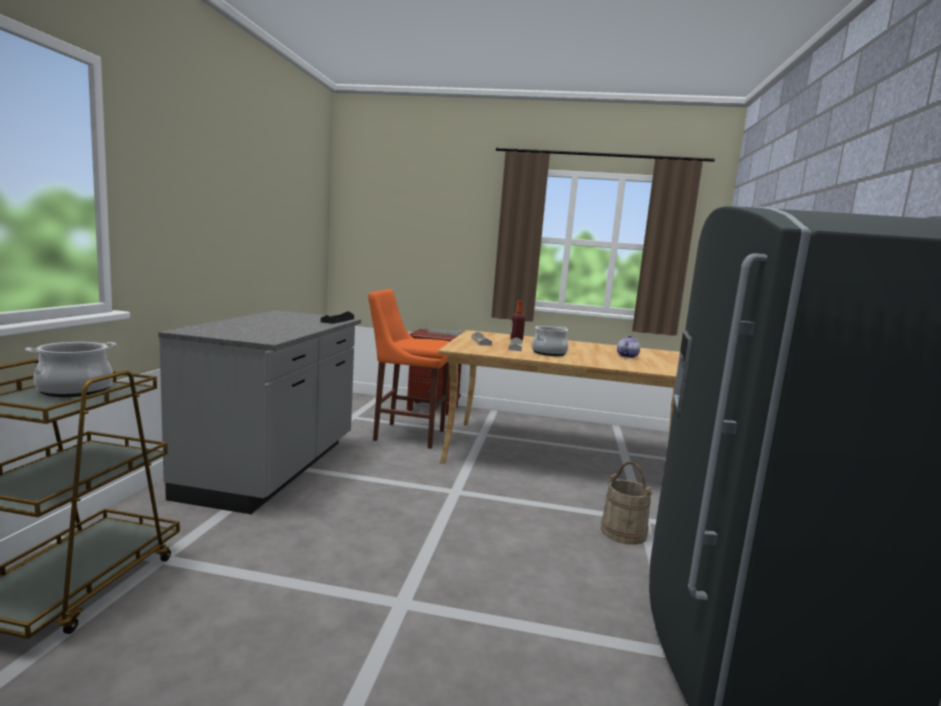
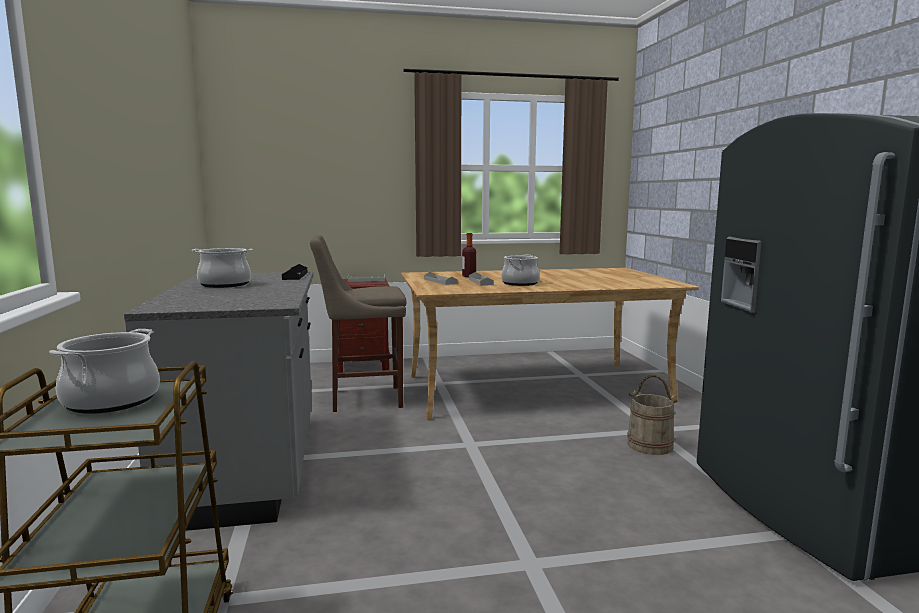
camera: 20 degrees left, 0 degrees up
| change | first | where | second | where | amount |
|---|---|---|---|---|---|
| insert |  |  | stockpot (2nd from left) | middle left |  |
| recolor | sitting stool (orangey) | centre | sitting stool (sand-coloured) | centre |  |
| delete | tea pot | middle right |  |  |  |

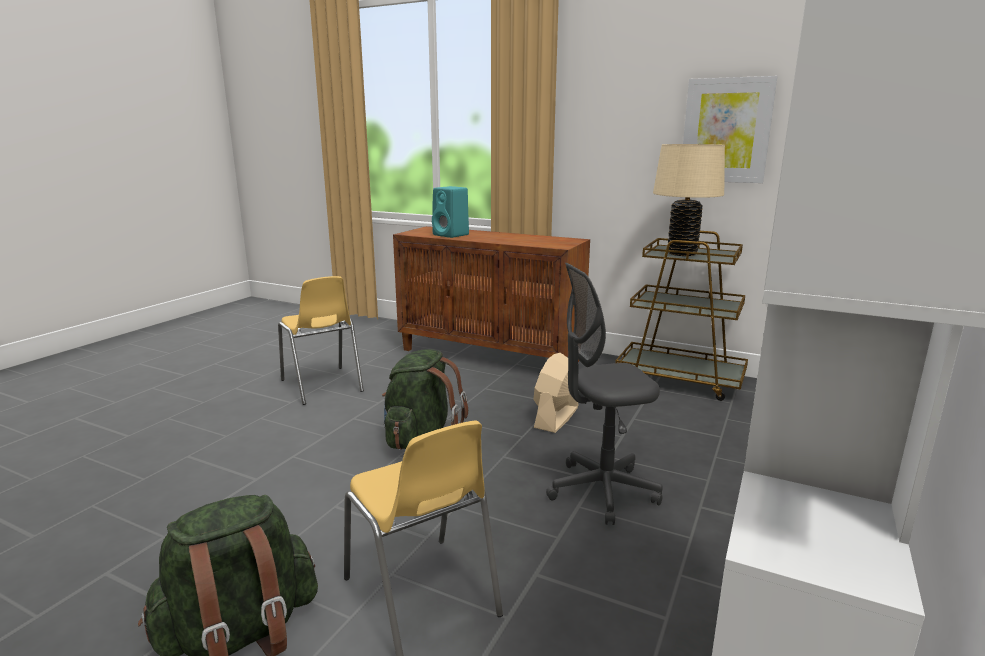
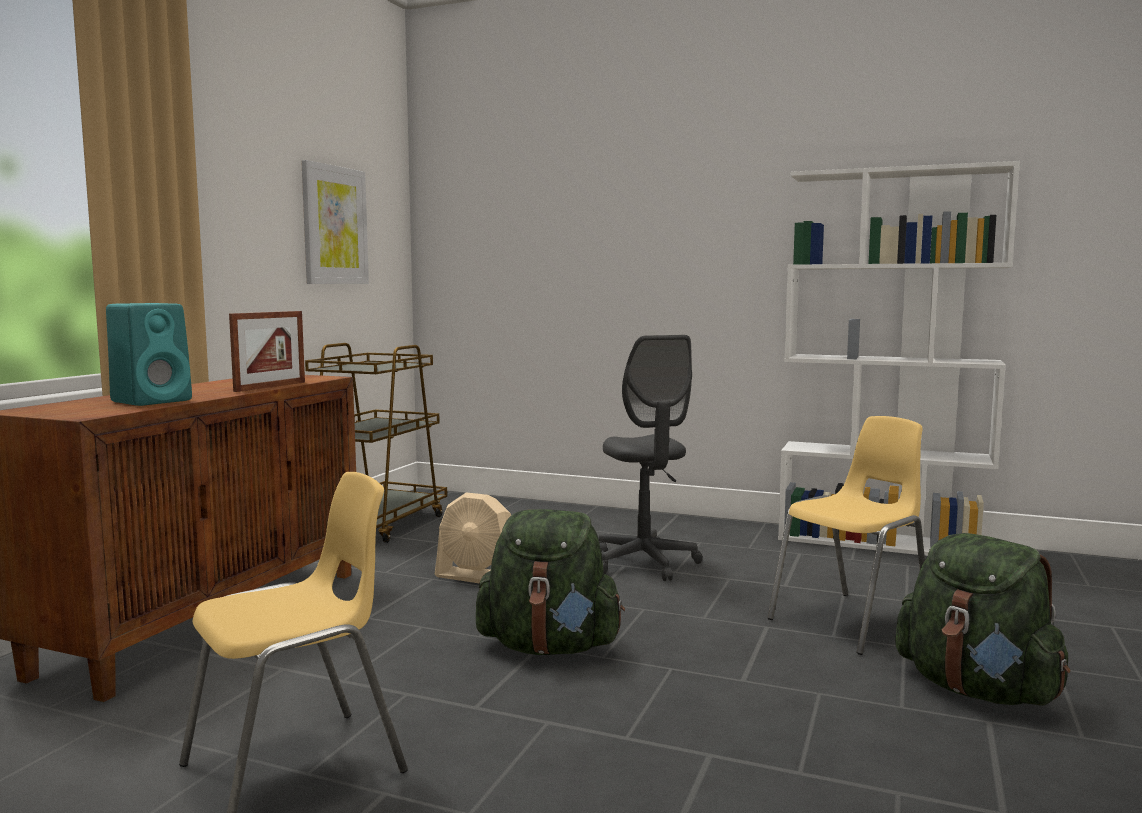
camera: 95 degrees left, 10 degrees down
| change | first | where | second | where | amount |
|---|---|---|---|---|---|
| insert |  |  | picture frame | middle left |  |
| delete | lamp for a table (sand-coloured) | top right |  |  |  |

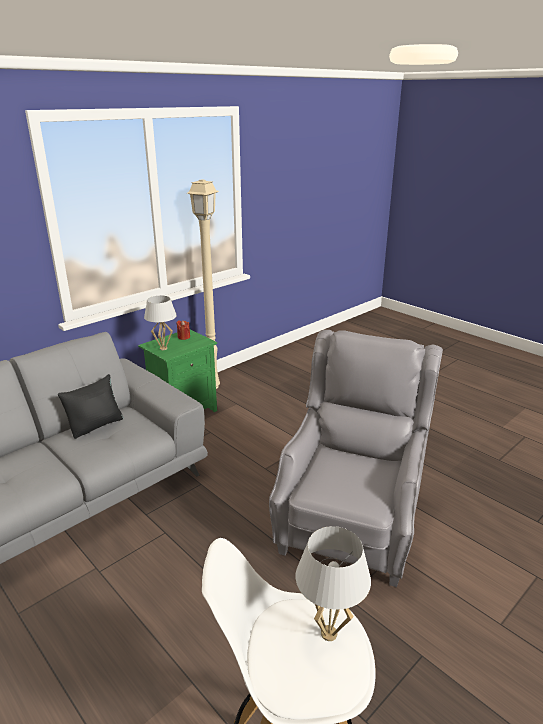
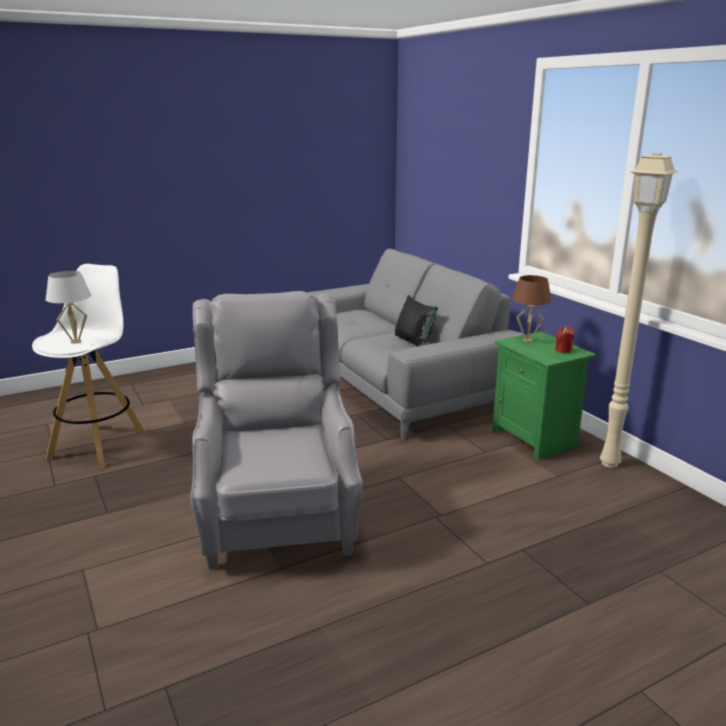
camera: 105 degrees right, 5 degrees down
| change | first | where | second | where | amount |
|---|---|---|---|---|---|
| rotate | lounge chair (greyish) | centre |  | centre | 135 degrees counterclockwise |
| recolor | lamp for a table (white-coloured) (1st from left) | middle left | lamp for a table (brown) | middle right |  |

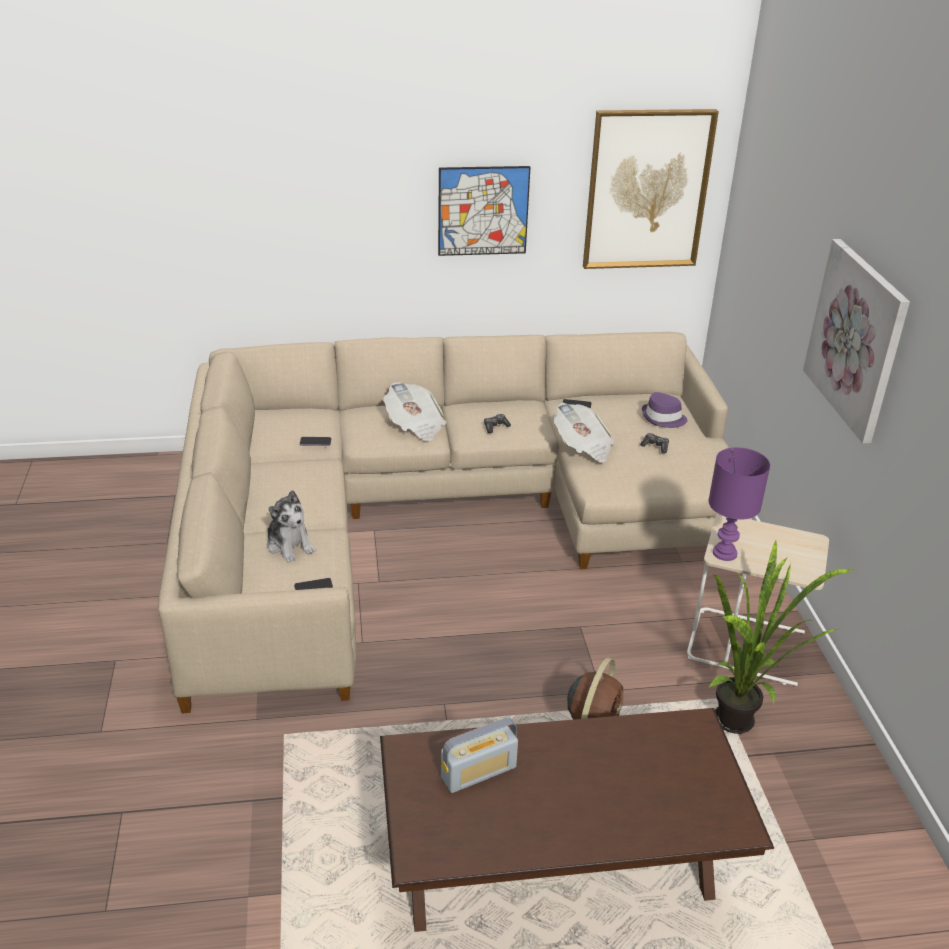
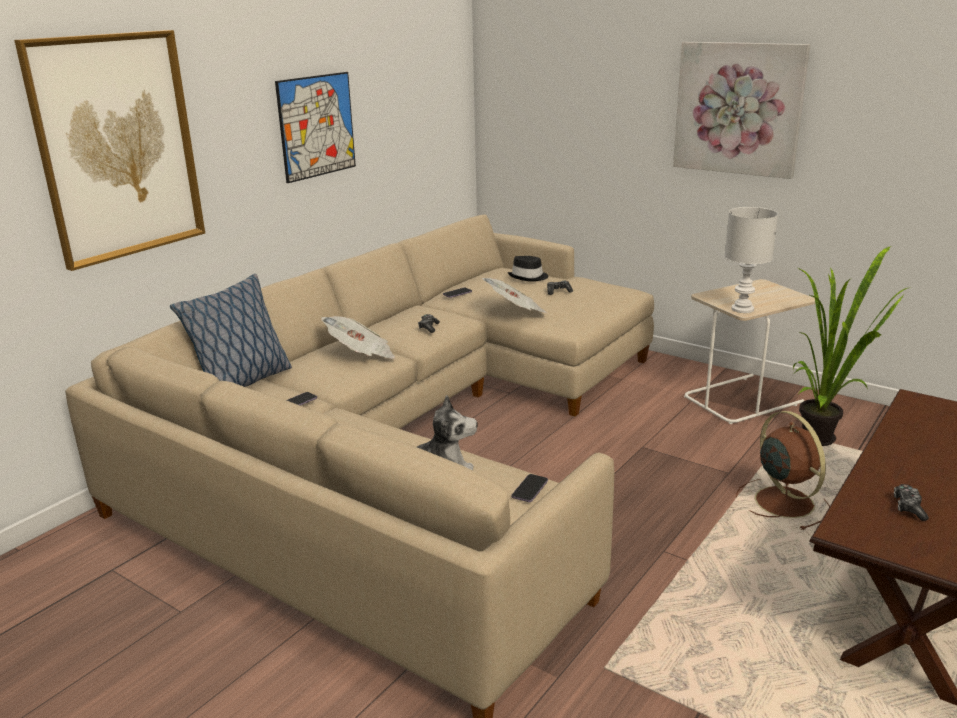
camera: 45 degrees left, 10 degrees down
| change | first | where | second | where | amount |
|---|---|---|---|---|---|
| move | picture (2nd from left in the first image) | top right | picture (1st from left) | top left |  |
| insert |  |  | throw pillow | middle left |  |
| recolor | wearable hat (purple) | middle right | wearable hat (blackish) | centre |  |
| recolor | lamp for a table (purple) | middle right | lamp for a table (white-coloured) | middle right |  |
| replace | radio | bottom centre | gamepad (3rd from left) | bottom right |  |

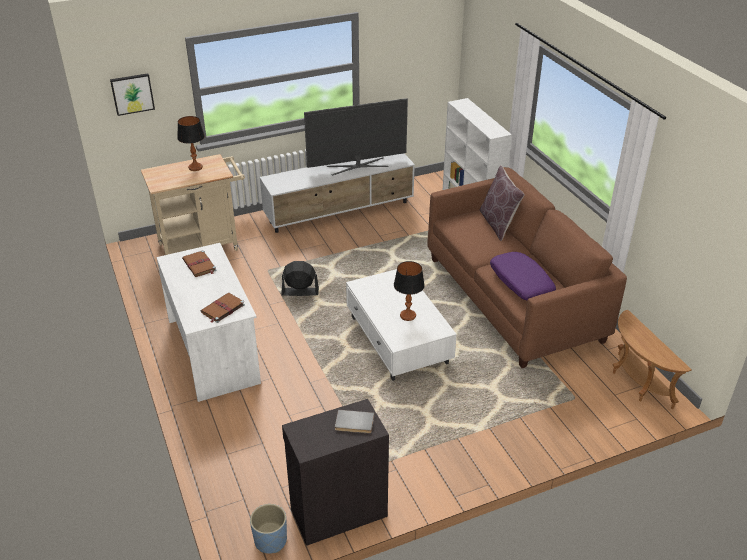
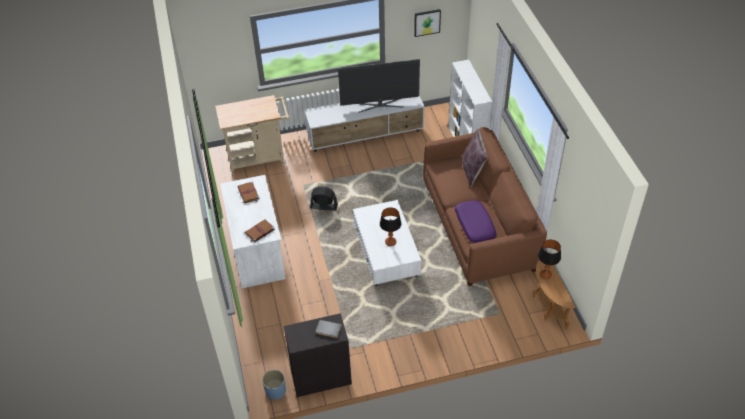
camera: 10 degrees right, 10 degrees up
| change | first | where | second | where | amount |
|---|---|---|---|---|---|
| move | picture | top left |  | top centre |  |
| move | lamp for a table (1st from left in the first image) | top left | lamp for a table (2nd from left) | middle right |  |

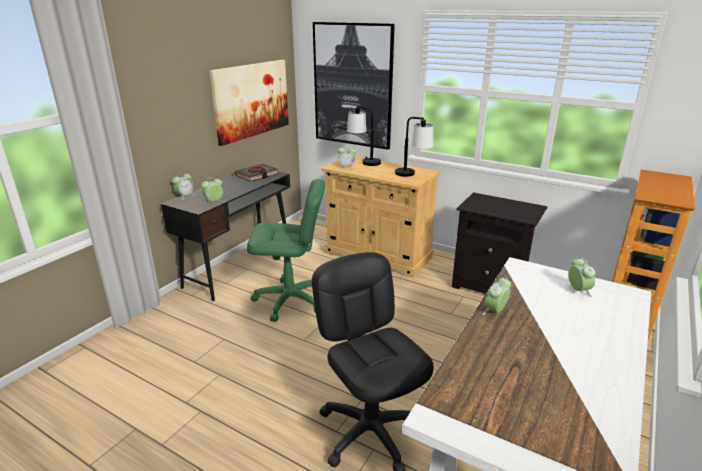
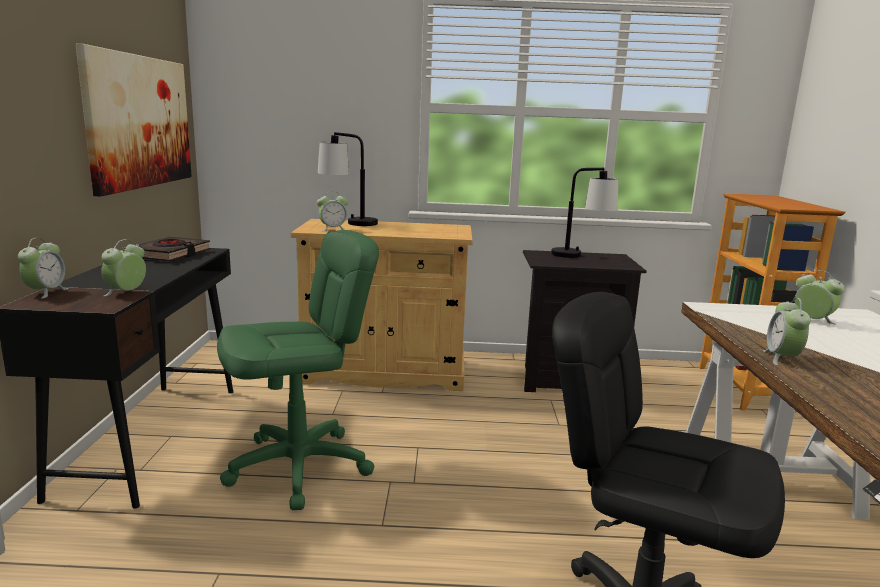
camera: 30 degrees left, 10 degrees down
| change | first | where | second | where | amount |
|---|---|---|---|---|---|
| move | lamp for a table (2nd from left) | top centre |  | centre |  |
| delete | picture (2nd from left) | top centre |  |  |  |

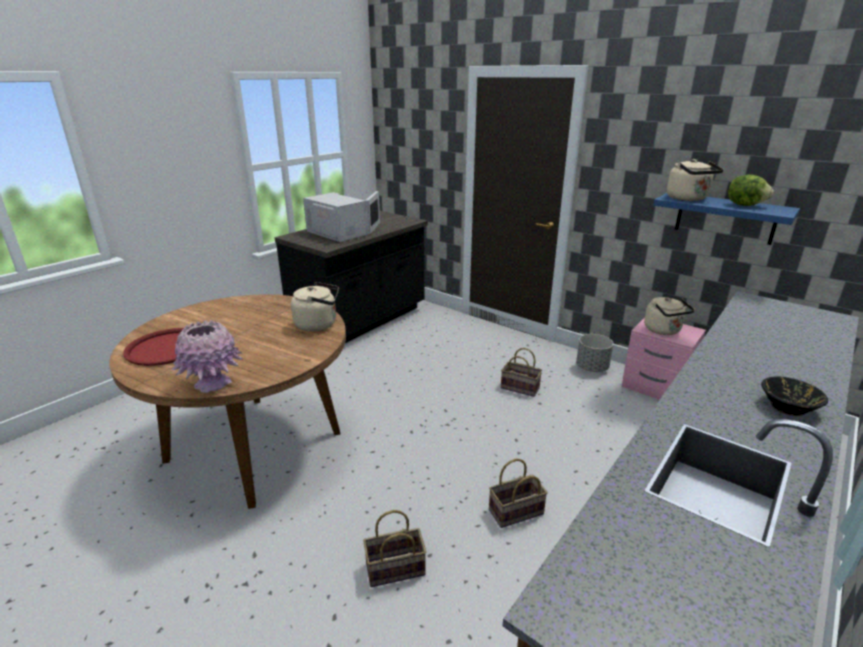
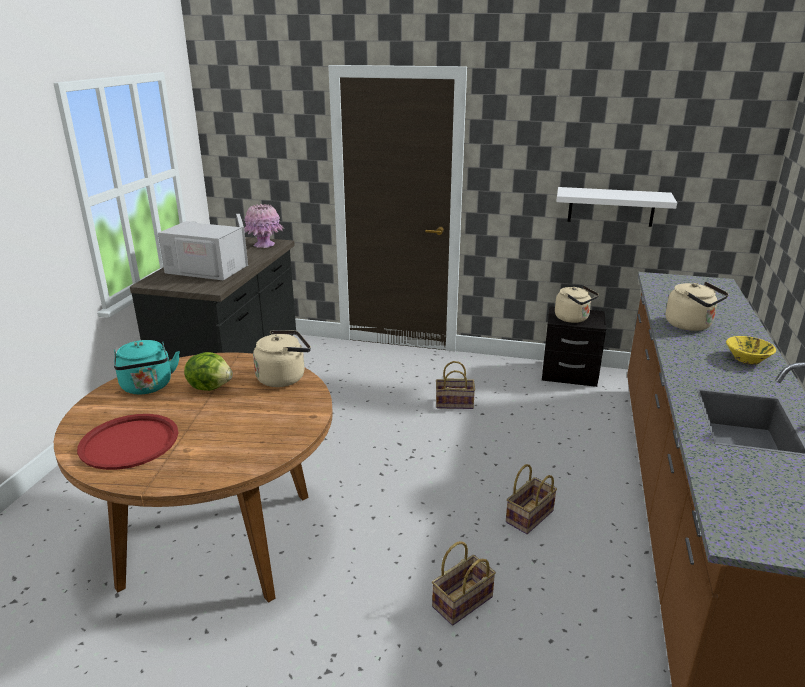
camera: 25 degrees left, 0 degrees up
| change | first | where | second | where | amount |
|---|---|---|---|---|---|
| insert |  |  | water kettle (blue-green) | middle left |  |
| move | lettuce | top right |  | middle left |  |
| move | vase (pink-coloured) | middle left |  | top left |  |
| recolor | bedside table (pink-coloured) | middle right | bedside table (blackish) | middle right |  |
| recolor | shelf (blue-coloured) | middle right | shelf (white-coloured) | top right |  |
| move | water kettle (sand-coloured) (3rd from left) | top right |  | middle right |  |
| recolor | deep dish (blackish) | middle right | deep dish (yellow-coloured) | middle right |  |
| delete | flower pot (greyish) | middle right |  |  |  |

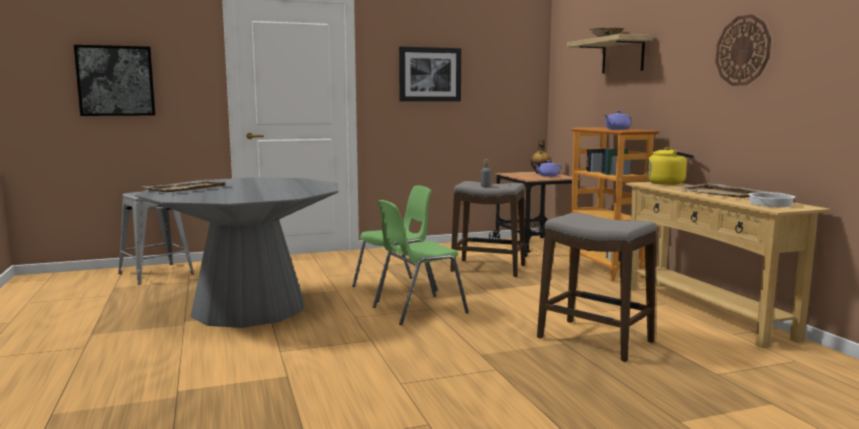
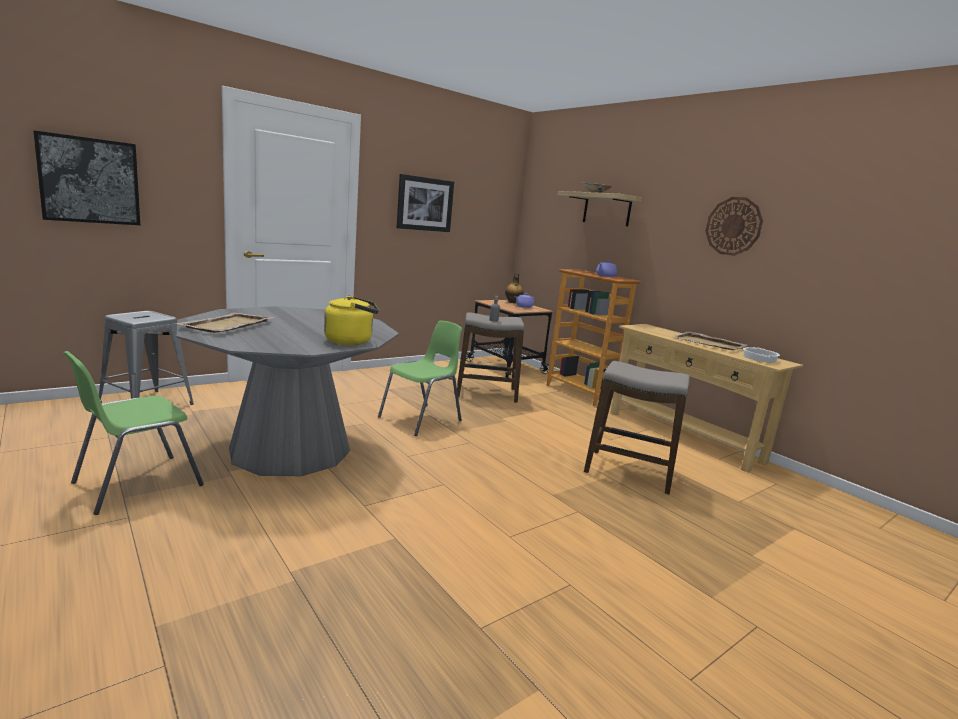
camera: 20 degrees left, 5 degrees up
| change | first | where | second | where | amount |
|---|---|---|---|---|---|
| move | plain chair (greenish) (2nd from left in the first image) | centre | plain chair (greenish) (1st from left) | middle left |  |
| move | water kettle (yellow-coloured) | middle right |  | centre |  |

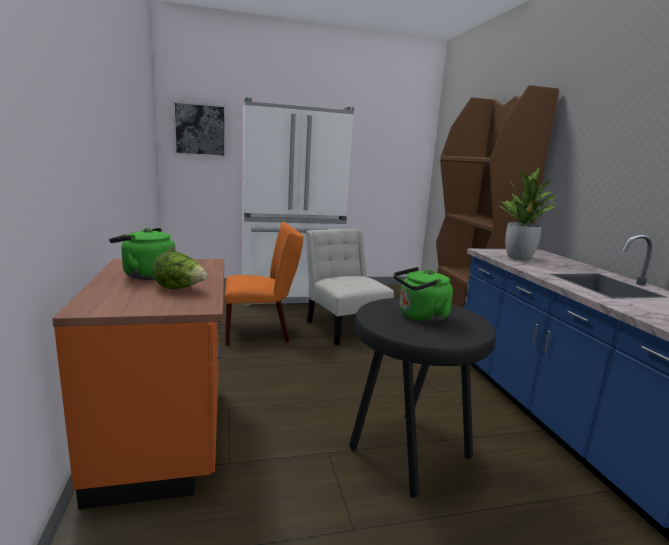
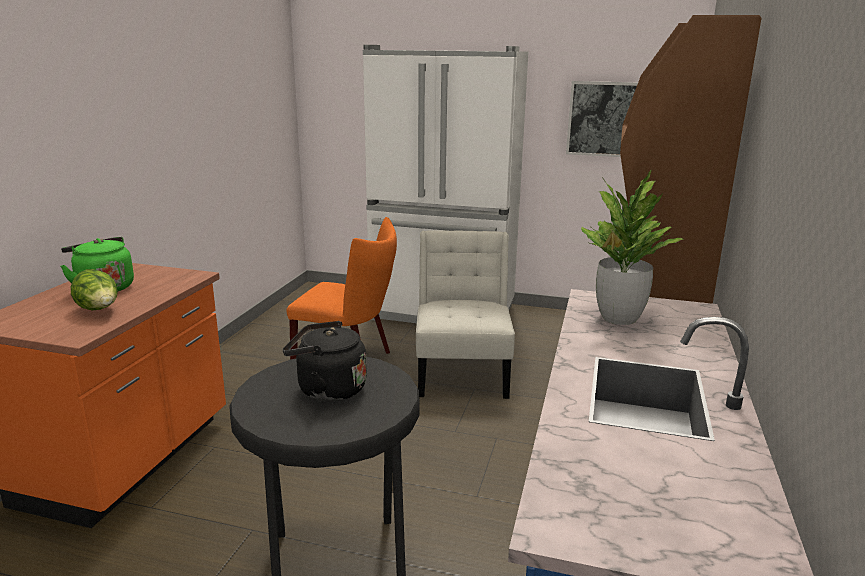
camera: 30 degrees right, 5 degrees up
| change | first | where | second | where | amount |
|---|---|---|---|---|---|
| recolor | water kettle (greenish) (2nd from left) | centre | water kettle (blackish) | centre |  |
| move | picture | top left |  | top right |  |

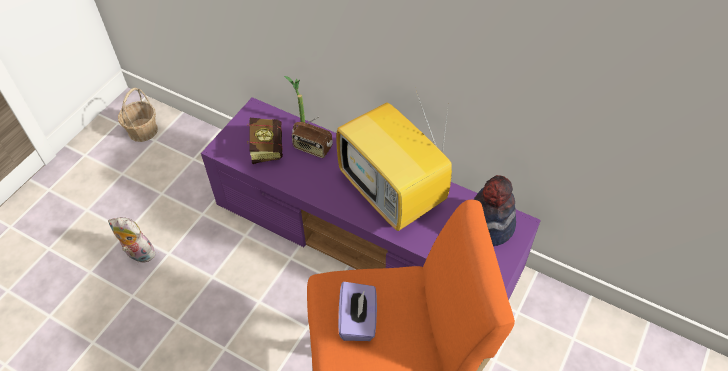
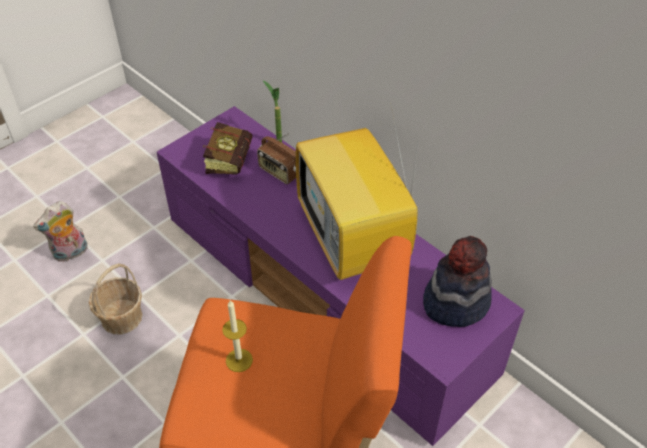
camera: 15 degrees right, 5 degrees down
| change | first | where | second | where | amount |
|---|---|---|---|---|---|
| rotate | plush toy | middle left |  | middle left | 75 degrees counterclockwise |
| move | storage basket | top left |  | middle left |  |
| replace | box of tissues (purple) | bottom centre | wax light | bottom centre |  |

